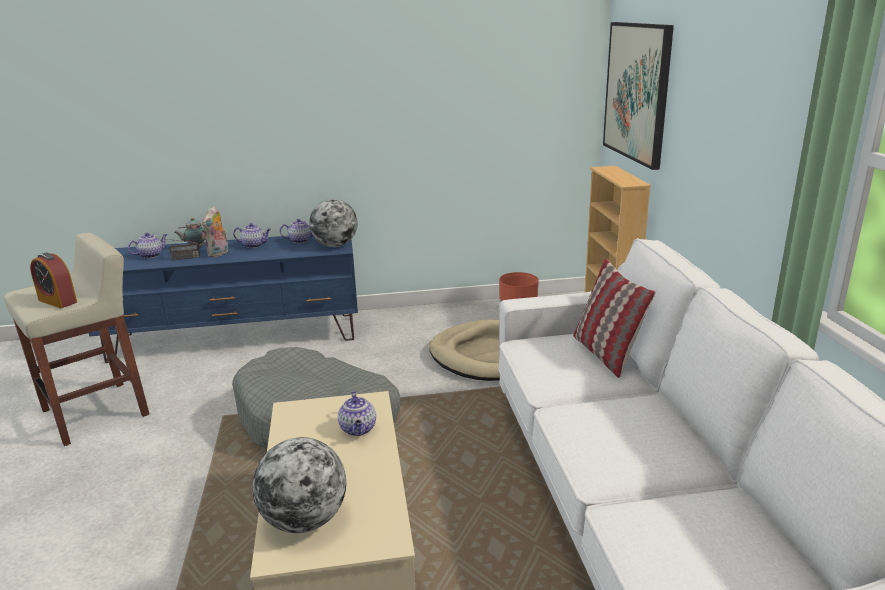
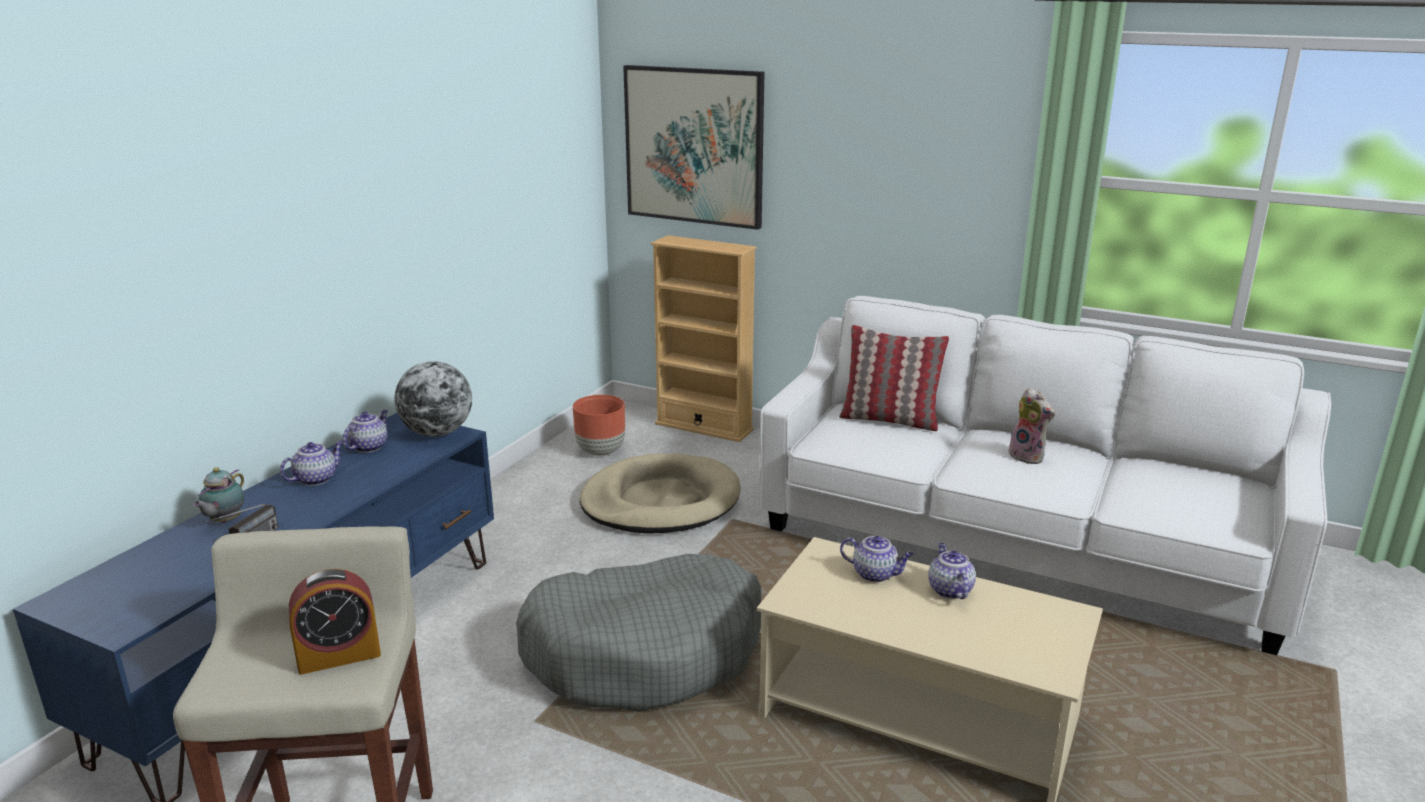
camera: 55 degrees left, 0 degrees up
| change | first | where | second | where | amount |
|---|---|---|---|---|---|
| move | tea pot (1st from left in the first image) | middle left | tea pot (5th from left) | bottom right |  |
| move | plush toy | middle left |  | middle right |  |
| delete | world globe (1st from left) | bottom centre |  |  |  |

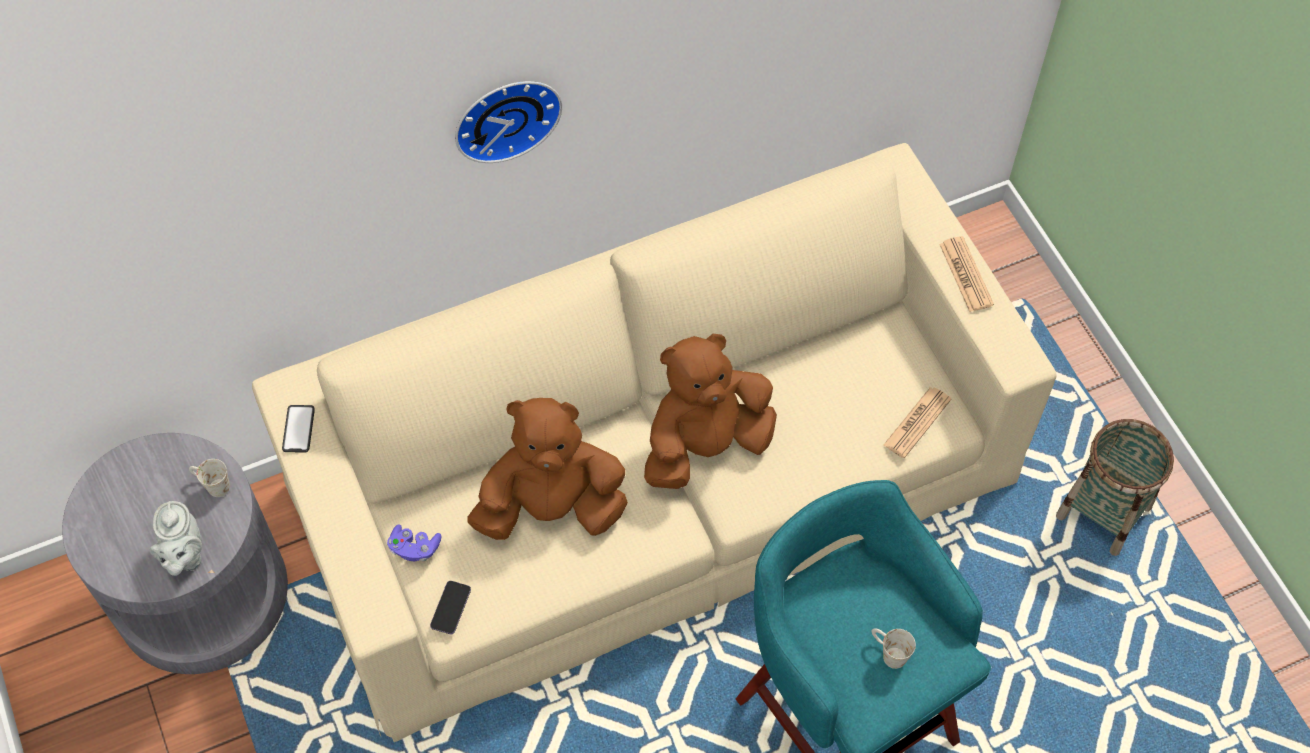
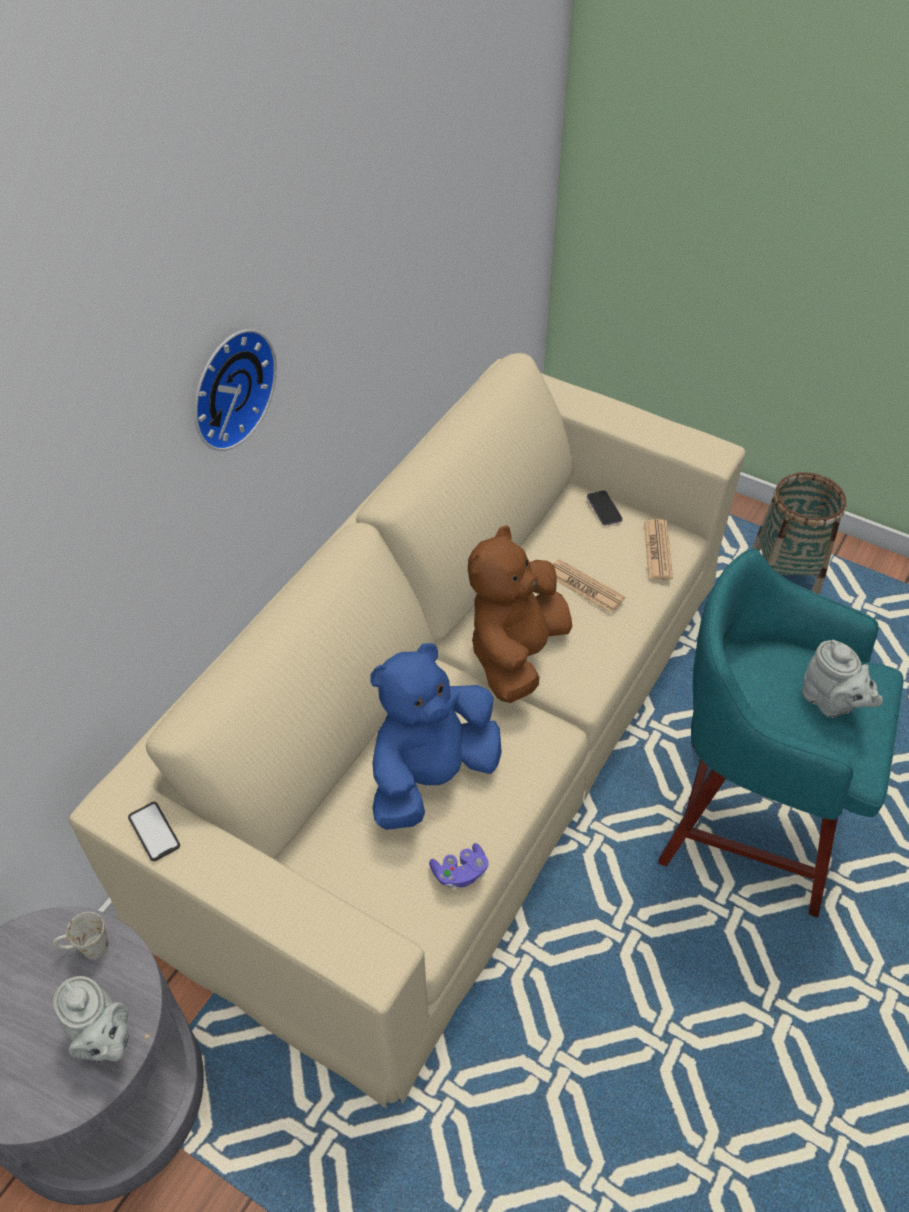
camera: 35 degrees left, 10 degrees down
| change | first | where | second | where | amount |
|---|---|---|---|---|---|
| recolor | plush toy (brown) (1st from left) | centre | plush toy (blue-coloured) | centre |  |
| move | gamepad (purple) | bottom left |  | bottom centre |  |
| move | daily paper (2nd from left in the first image) | middle right | daily paper (1st from left) | centre |  |
| move | phone (2nd from left) | bottom centre |  | centre |  |
| replace | tea mug (white-coloured) (2nd from left) | bottom right | tea pot (greyish) (2nd from left) | middle right |  |

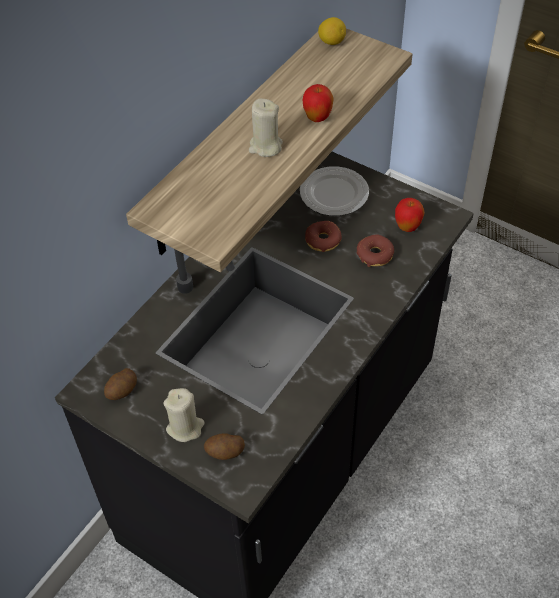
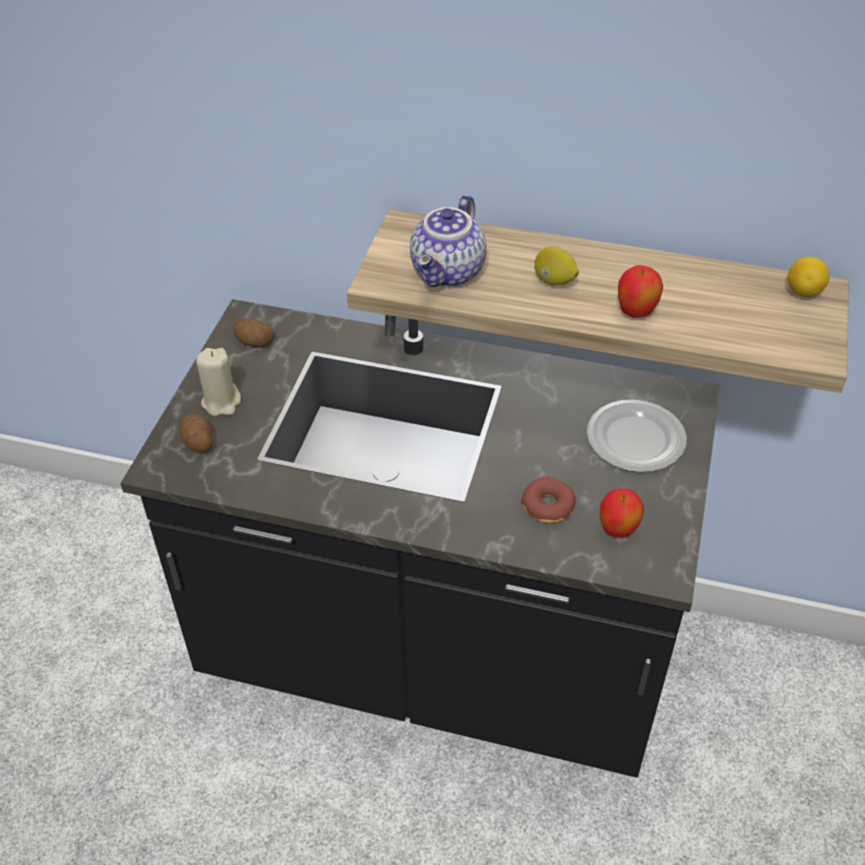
camera: 70 degrees right, 5 degrees down
| change | first | where | second | where | amount |
|---|---|---|---|---|---|
| insert |  |  | tea pot | top centre |  |
| replace | wax light (sand-coloured) (2nd from left) | top centre | lemon (1st from left) | top centre |  |
| delete | ring doughnut (1st from left) | centre |  |  |  |

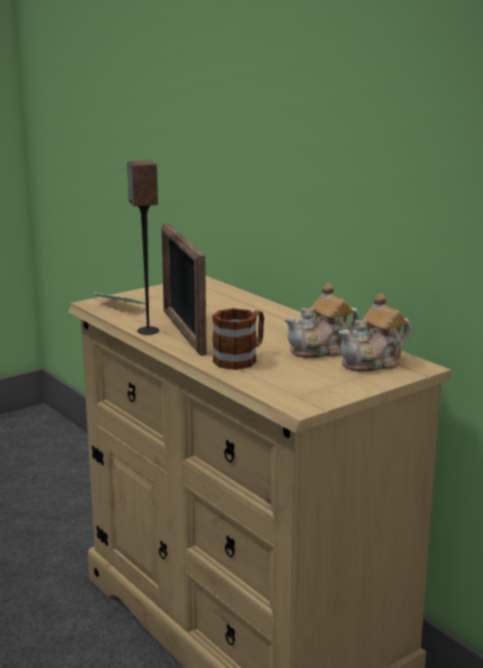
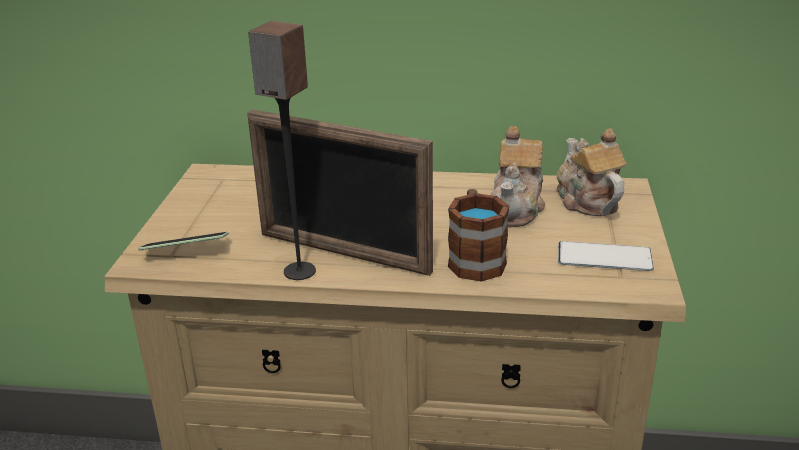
camera: 45 degrees left, 10 degrees up
| change | first | where | second | where | amount |
|---|---|---|---|---|---|
| rotate | tea pot (2nd from left) | middle right |  | middle right | 150 degrees clockwise |
| insert |  |  | phone (2nd from left) | middle right |  |

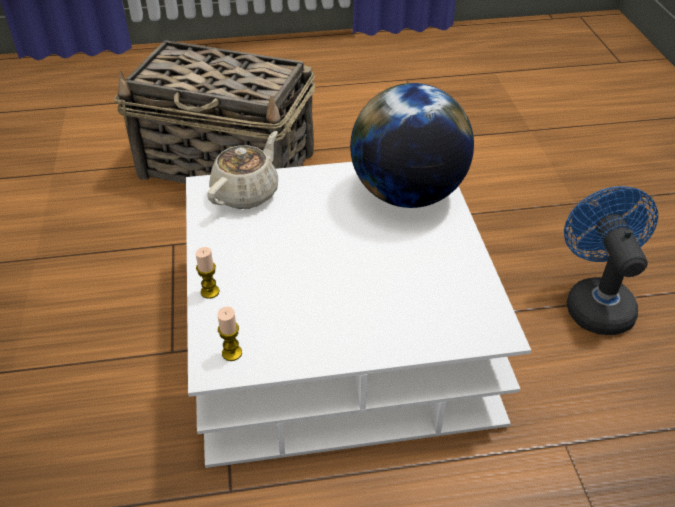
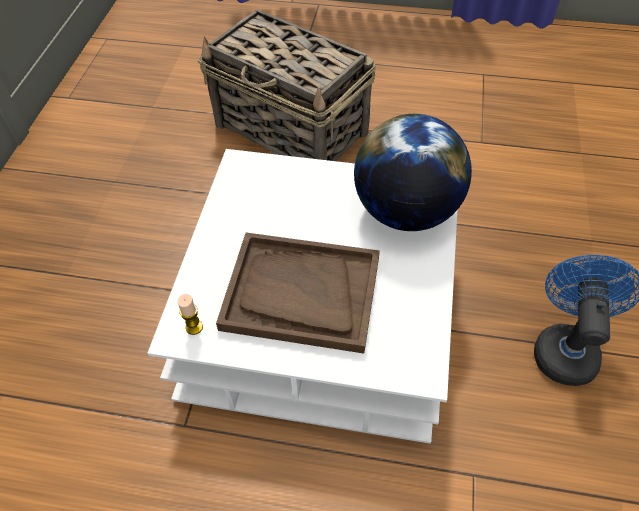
camera: 20 degrees right, 10 degrees up
| change | first | where | second | where | amount |
|---|---|---|---|---|---|
| insert |  |  | carrying tray (brown) | centre |  |
| delete | wax light (1st from left) | middle left |  |  |  |
| delete | tea pot (sand-coloured) | centre |  |  |  |

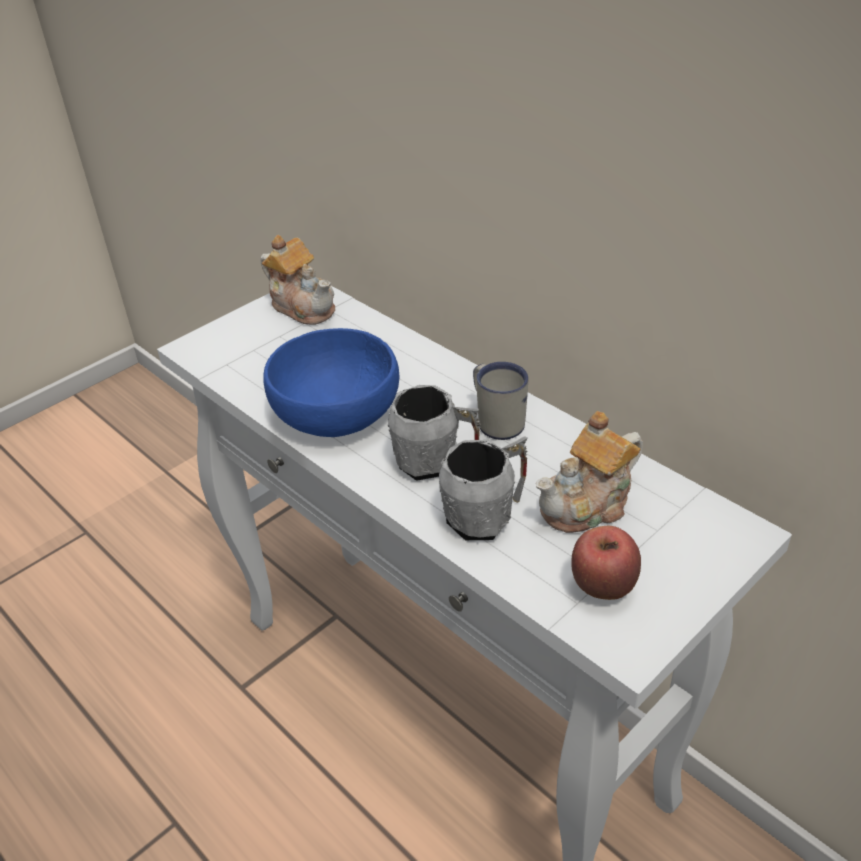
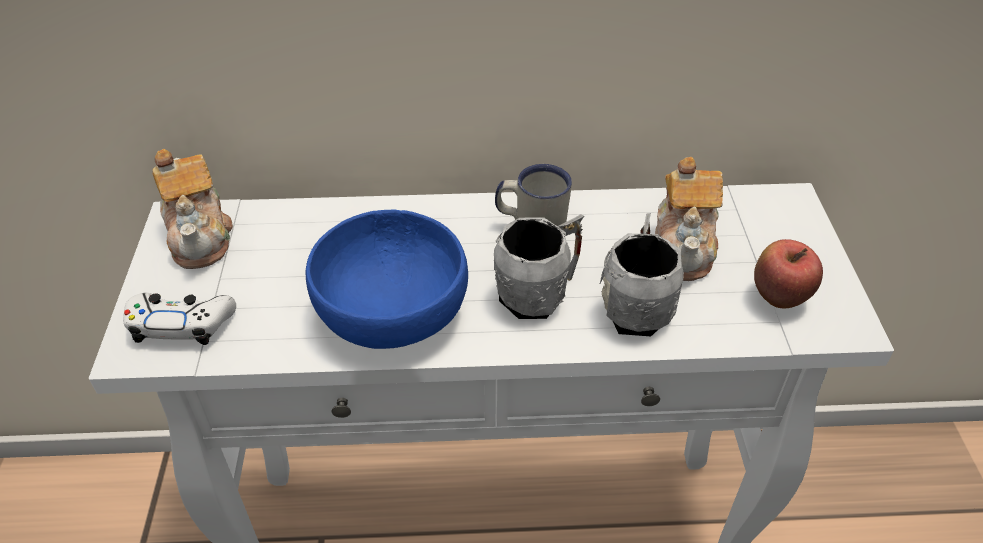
camera: 50 degrees left, 5 degrees up
| change | first | where | second | where | amount |
|---|---|---|---|---|---|
| insert |  |  | gamepad (white-coloured) | middle left |  |
| rotate | tea pot (1st from left) | top centre |  | middle left | 75 degrees clockwise |

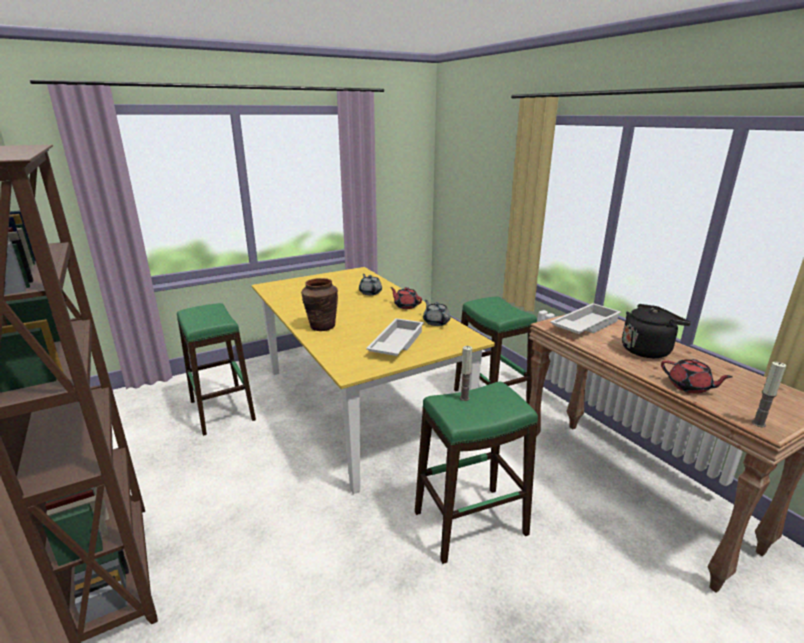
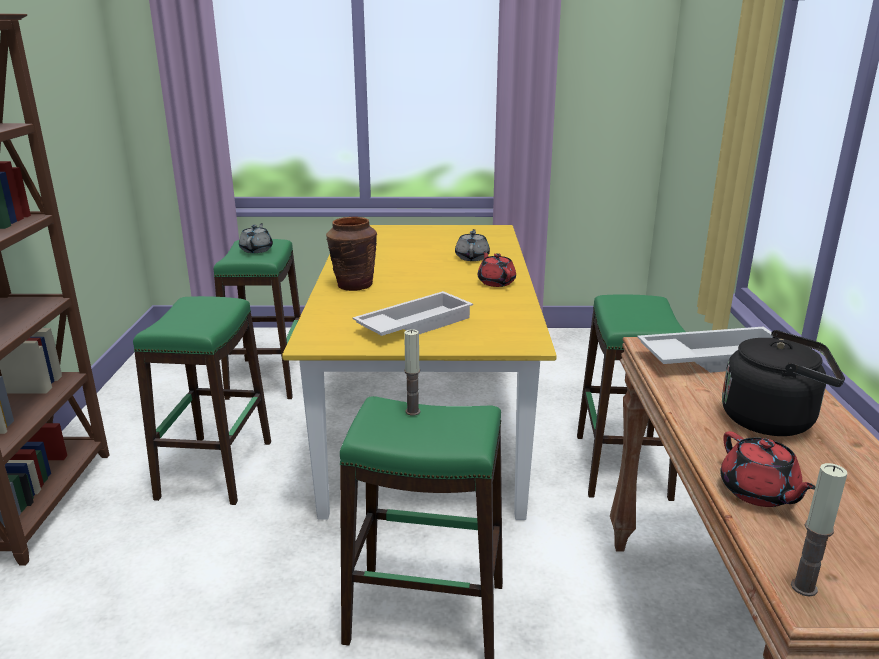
camera: 30 degrees right, 0 degrees up
| change | first | where | second | where | amount |
|---|---|---|---|---|---|
| insert |  |  | sitting stool (greenish) (1st from left) | middle left |  |
| move | tea pot (greyish) (2nd from left in the first image) | centre | tea pot (greyish) (1st from left) | middle left |  |

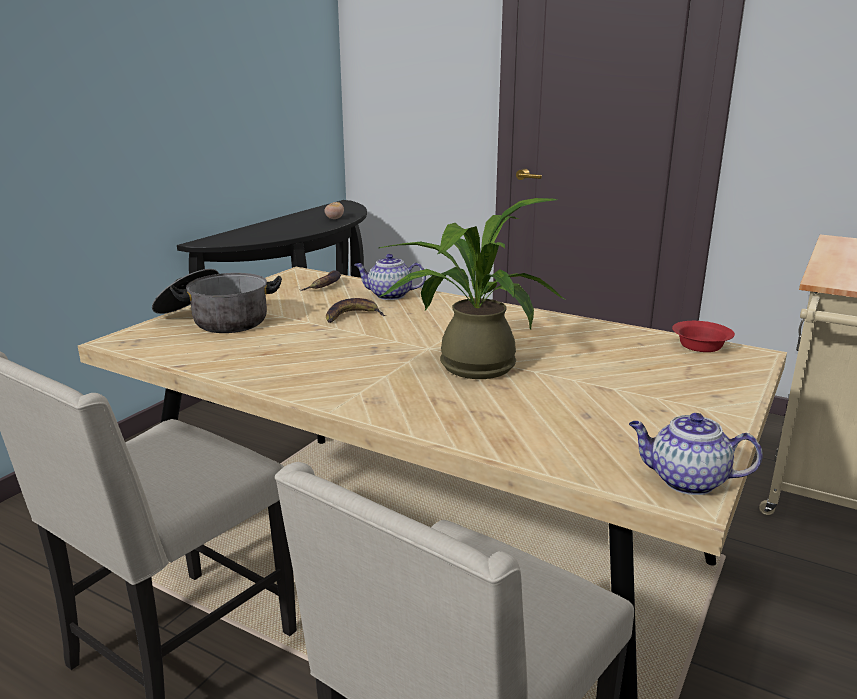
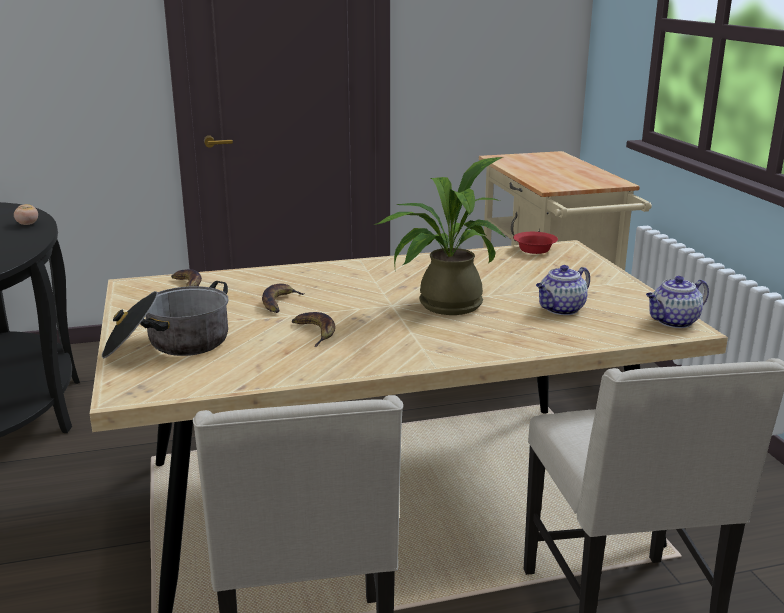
camera: 45 degrees left, 0 degrees up
| change | first | where | second | where | amount |
|---|---|---|---|---|---|
| insert |  |  | whole banana (3rd from left) | centre |  |
| move | tea pot (1st from left) | centre |  | middle right |  |

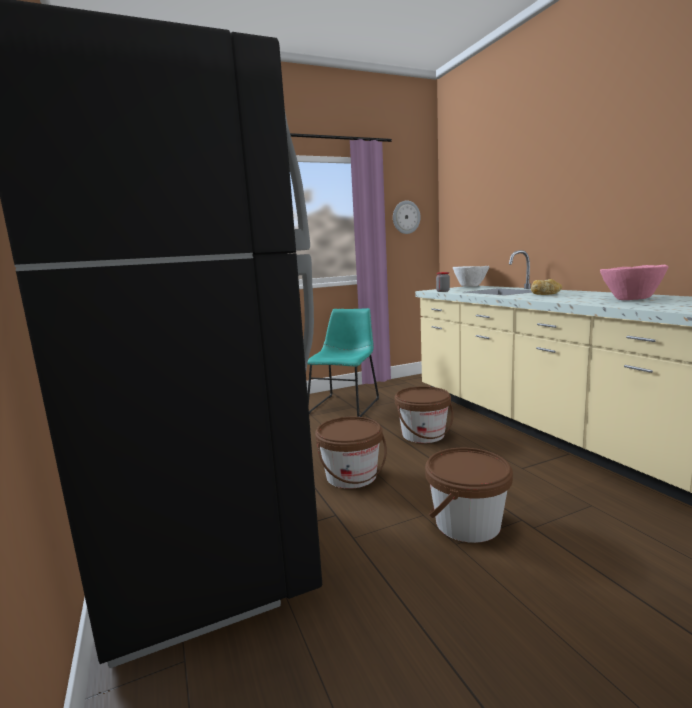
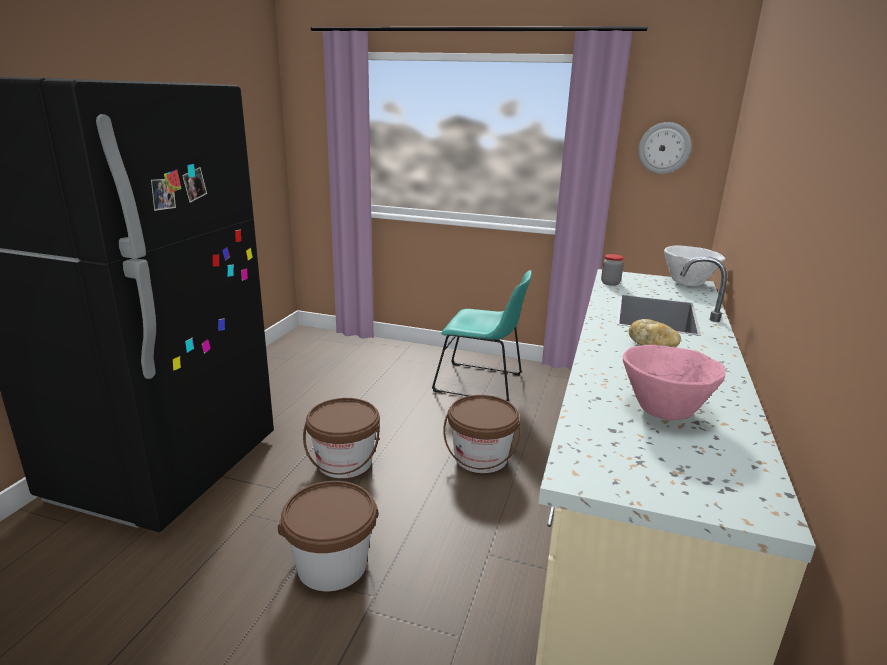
camera: 40 degrees right, 10 degrees up
| change | first | where | second | where | amount |
|---|---|---|---|---|---|
| rotate | plain chair (blue-green) | centre |  | centre | 45 degrees clockwise |

